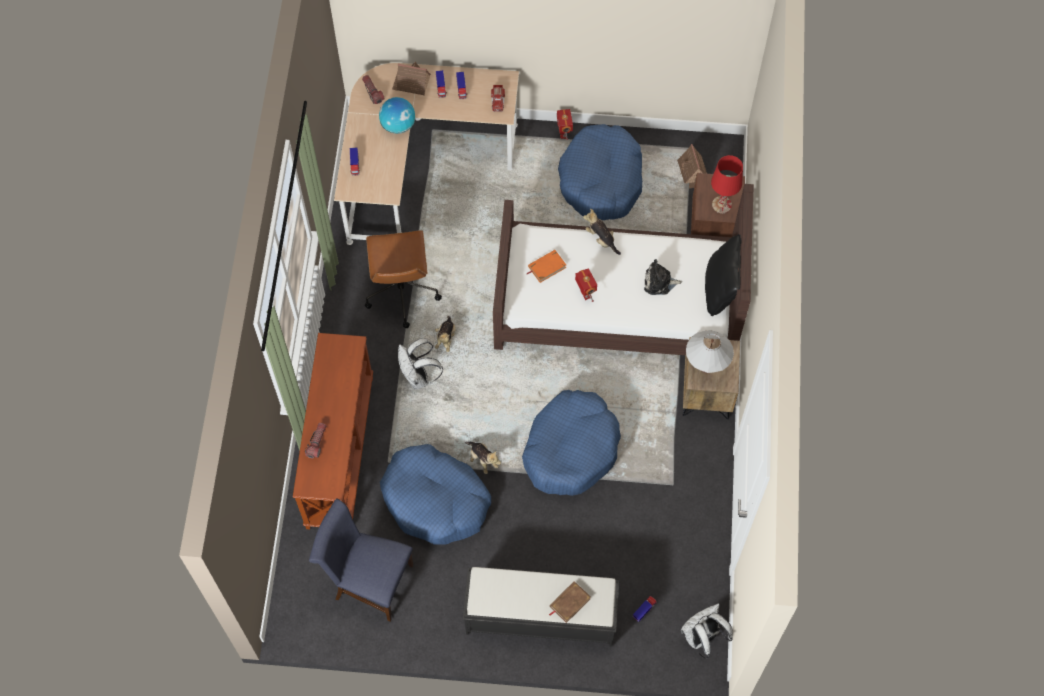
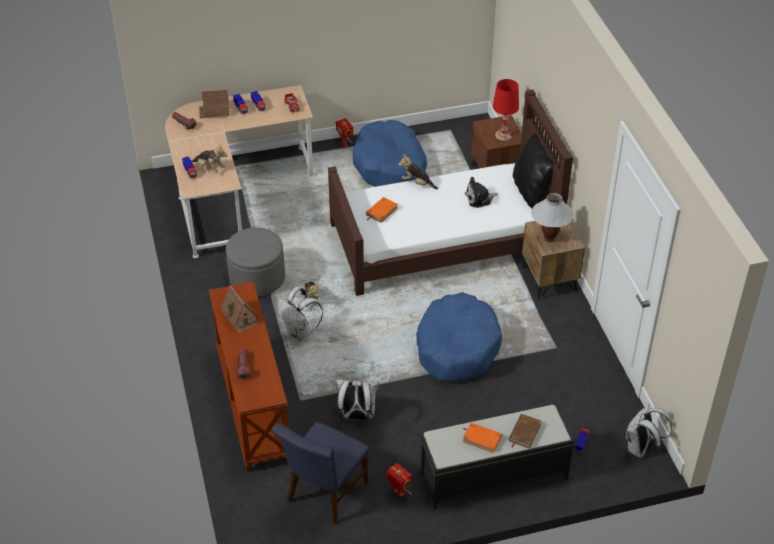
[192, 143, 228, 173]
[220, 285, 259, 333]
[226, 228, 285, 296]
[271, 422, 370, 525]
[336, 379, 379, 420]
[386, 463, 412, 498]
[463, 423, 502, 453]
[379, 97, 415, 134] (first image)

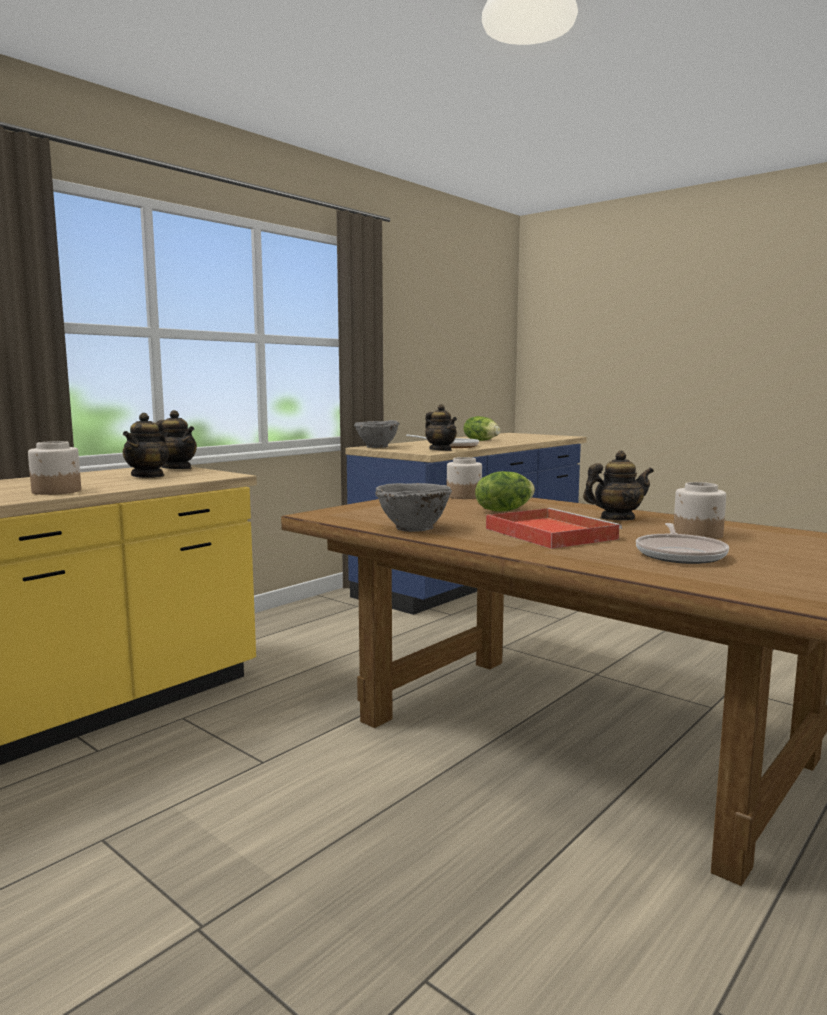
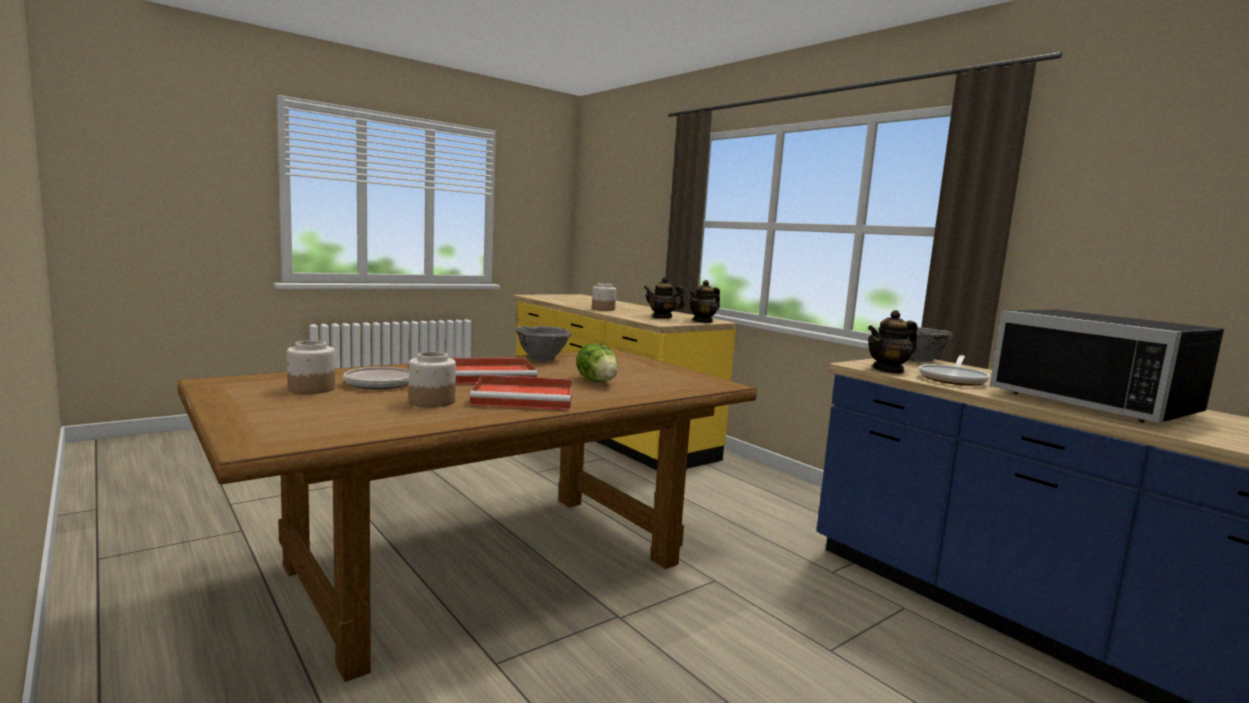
[287, 340, 335, 394]
[470, 375, 573, 410]
[990, 310, 1224, 423]

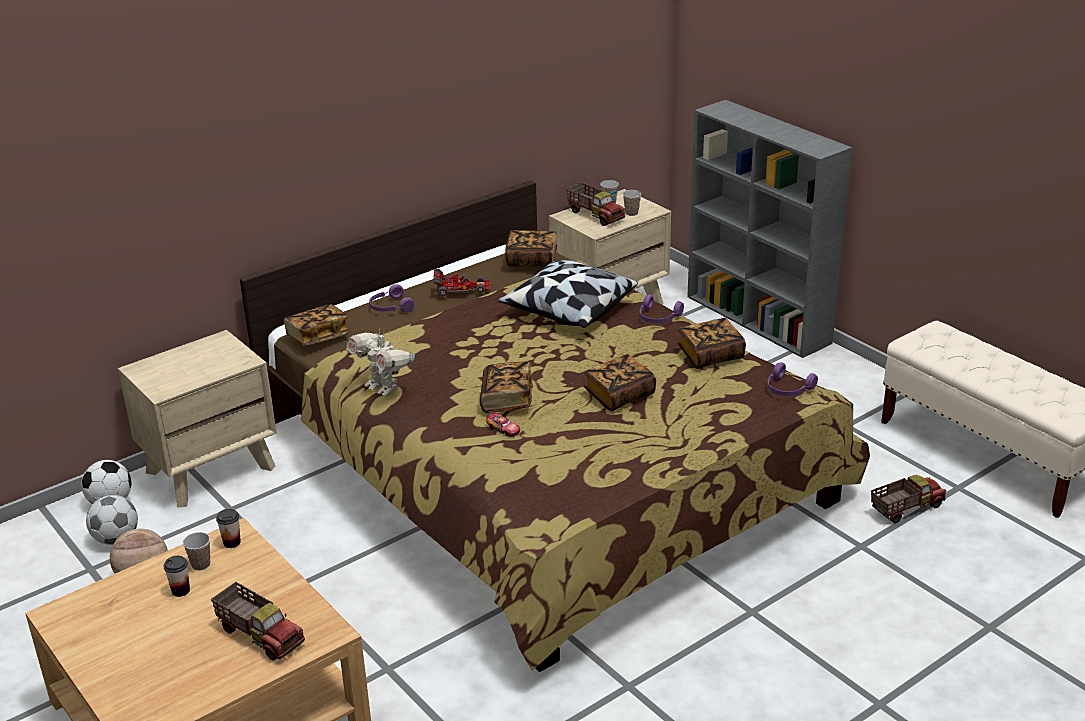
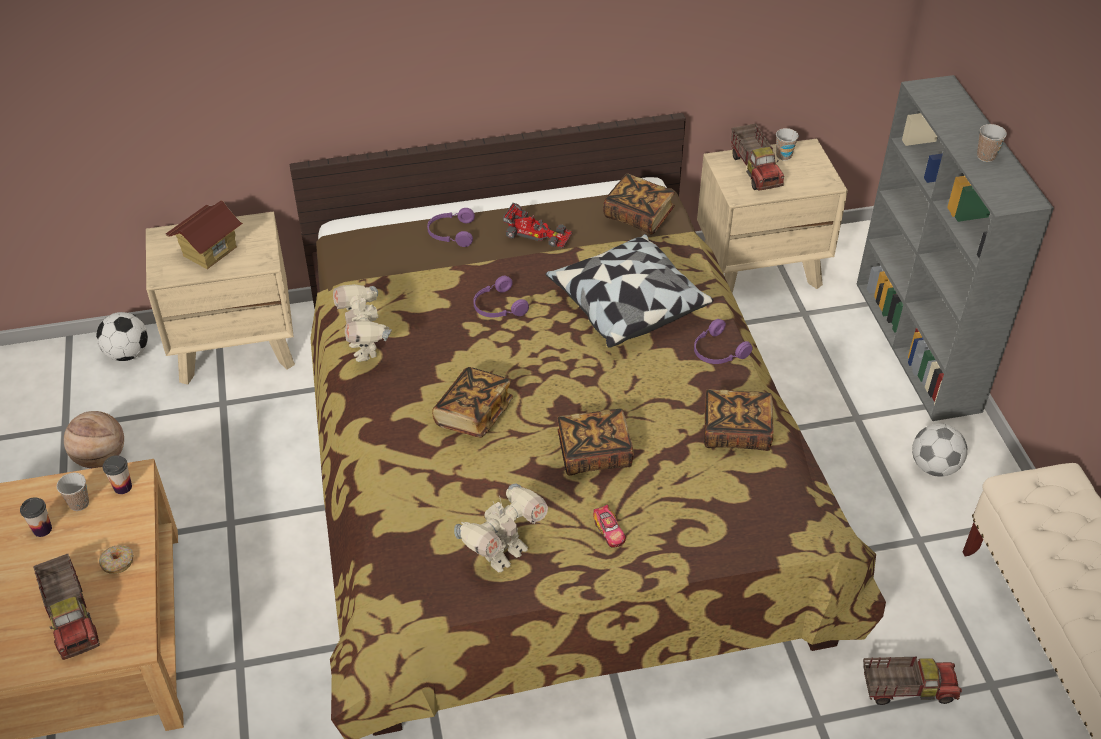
[99, 545, 134, 574]
[166, 200, 243, 269]
[454, 484, 548, 573]
[473, 276, 529, 317]
[593, 505, 626, 548]
[912, 423, 967, 477]
[977, 124, 1007, 162]
[284, 304, 349, 346] (first image)

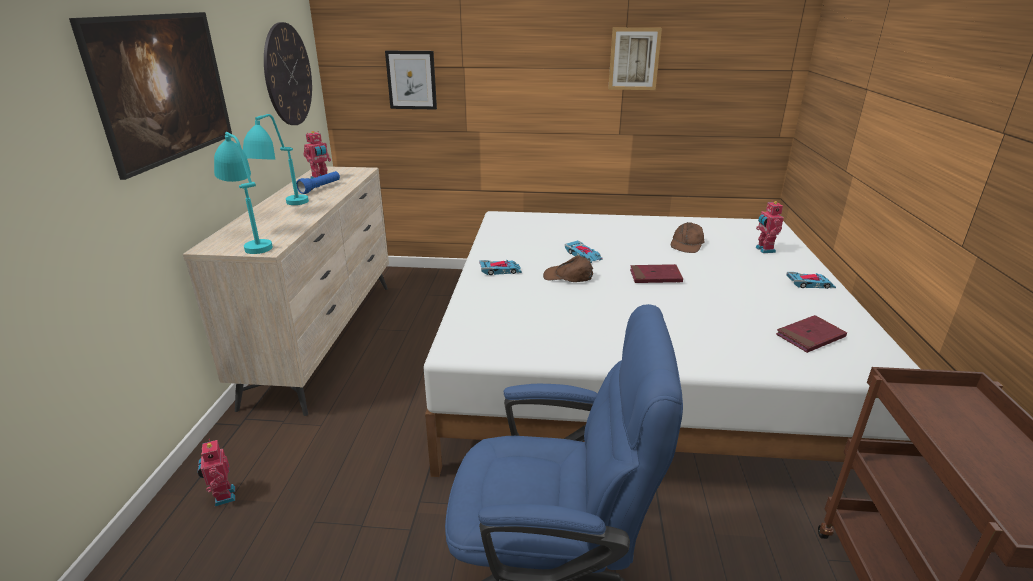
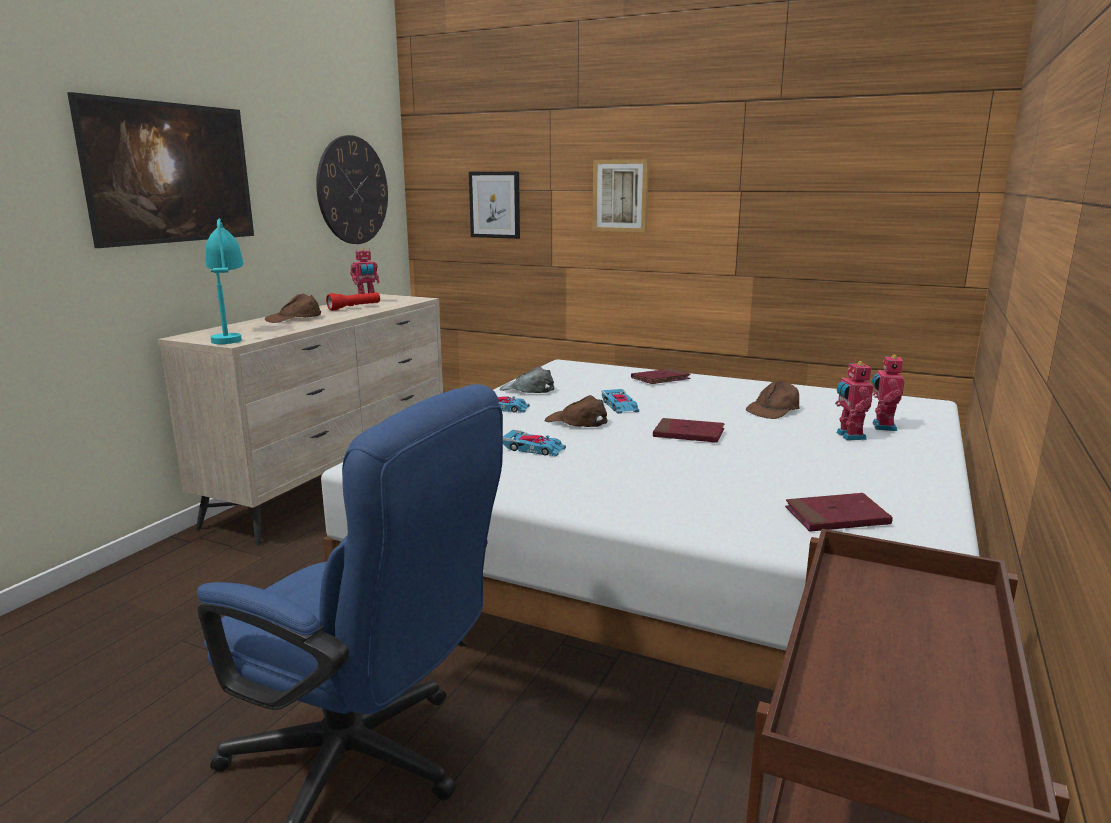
[265, 294, 321, 323]
[326, 292, 380, 311]
[499, 366, 554, 393]
[503, 430, 566, 457]
[592, 159, 649, 232]
[631, 368, 691, 384]
[835, 360, 874, 440]

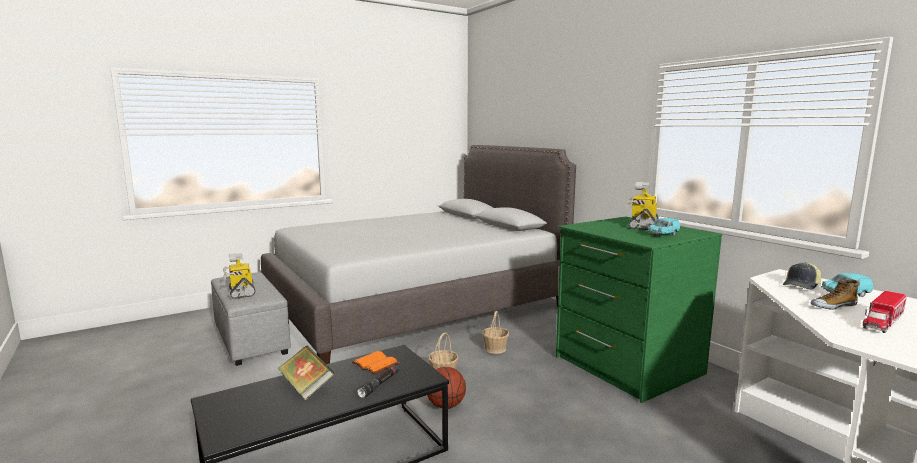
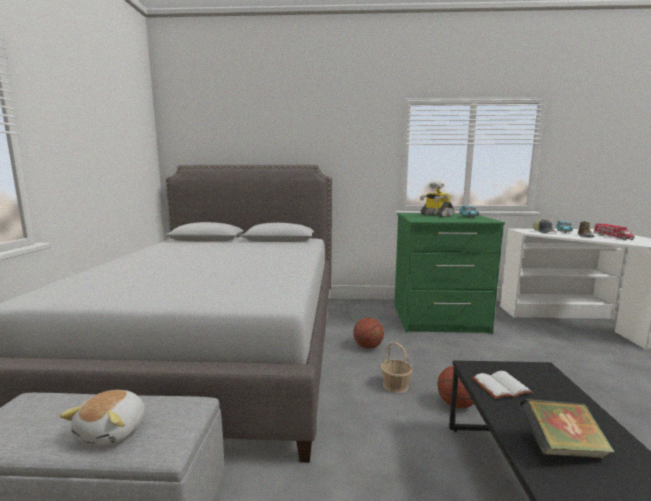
[60, 390, 145, 446]
[353, 318, 384, 349]
[472, 371, 534, 399]
[357, 365, 400, 398] (first image)

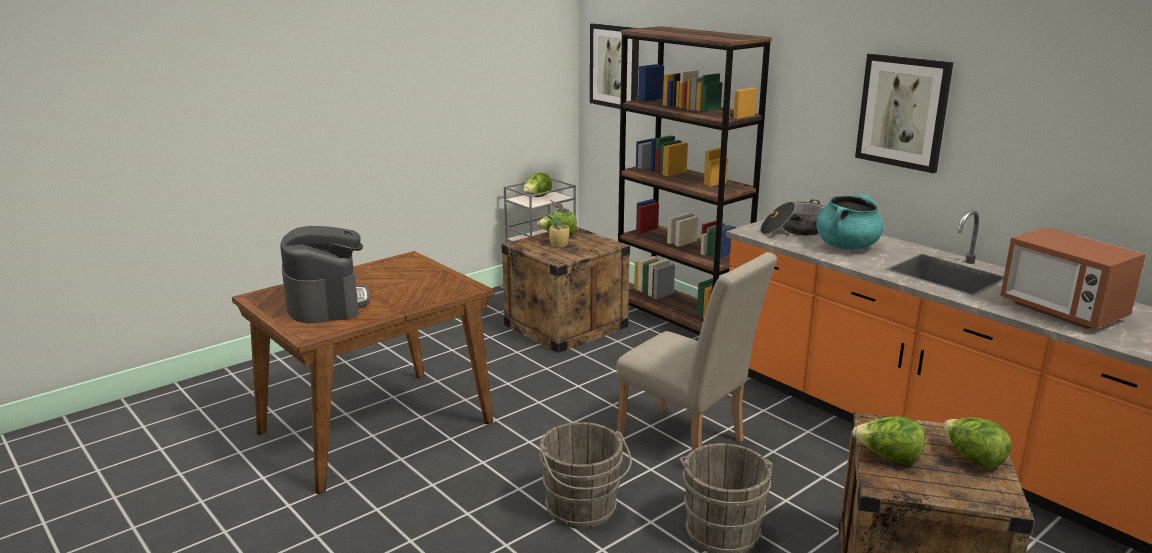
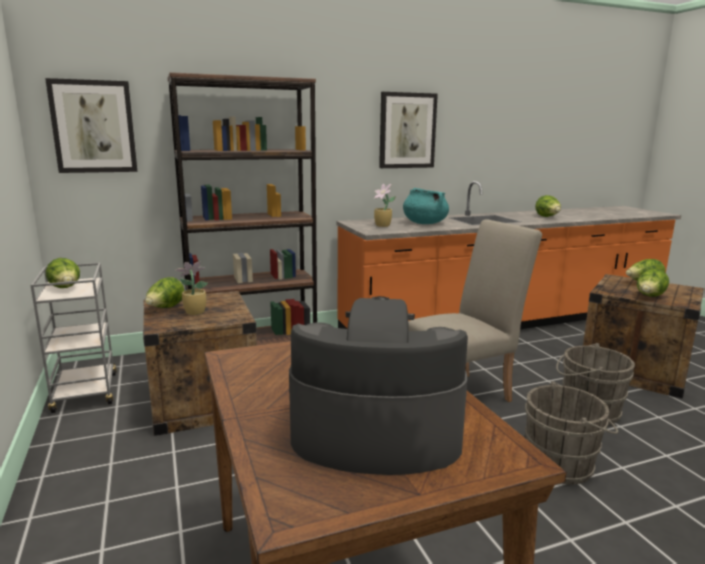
[374, 184, 396, 227]
[535, 195, 561, 217]

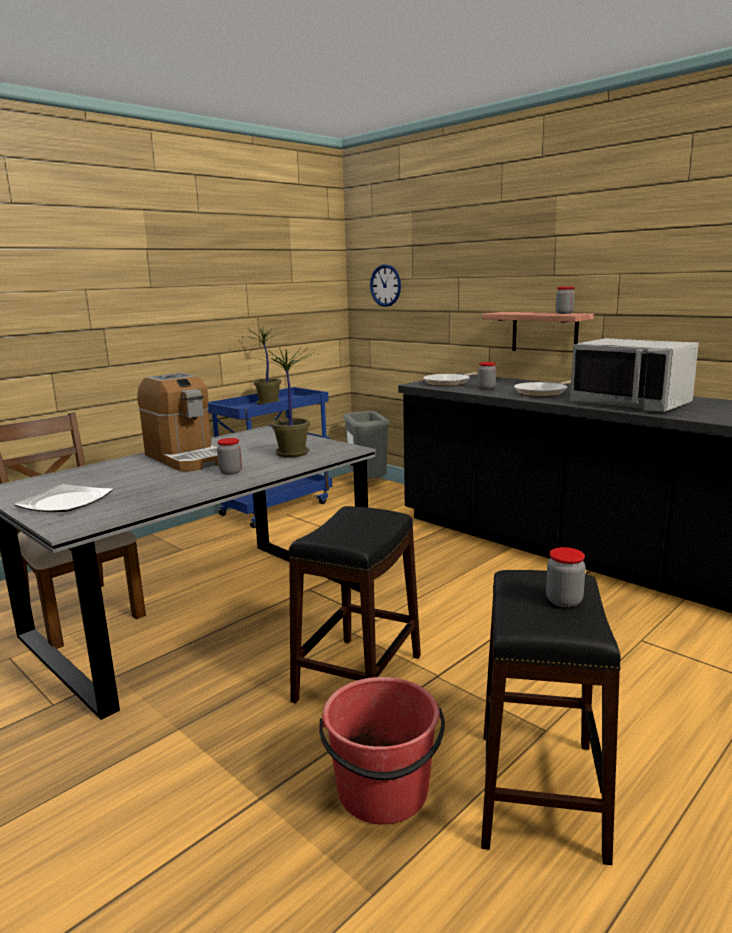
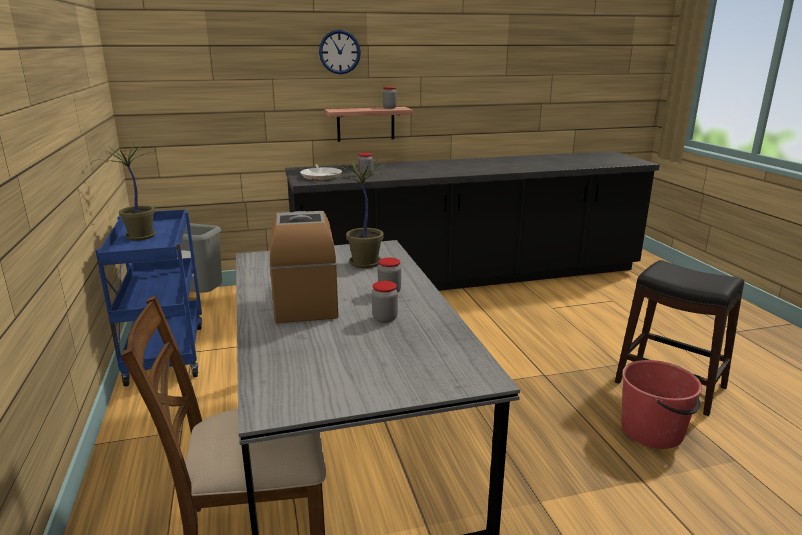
[269, 211, 338, 323]
[319, 30, 361, 74]
[372, 281, 398, 323]
[14, 484, 113, 512] (first image)
[289, 506, 421, 704] (first image)
[514, 381, 571, 396] (first image)
[570, 338, 699, 412] (first image)

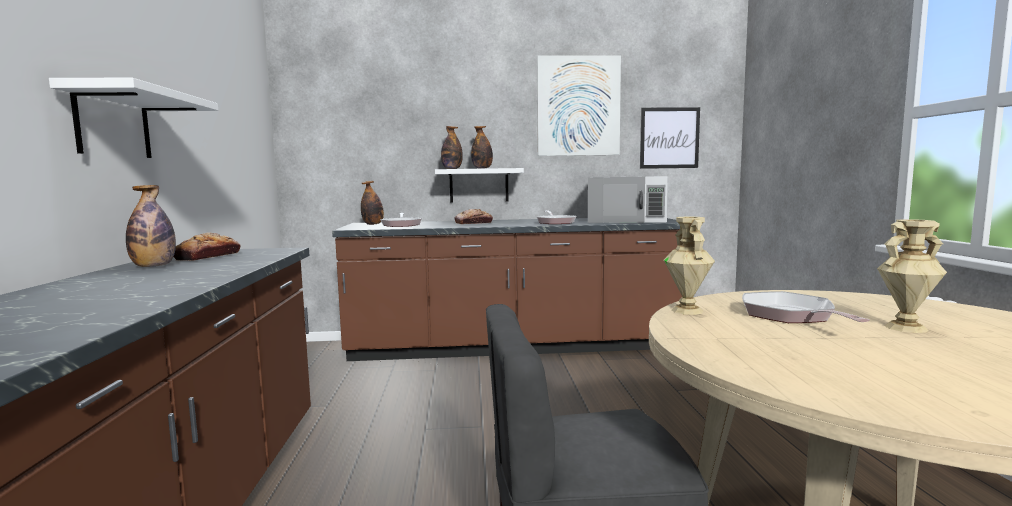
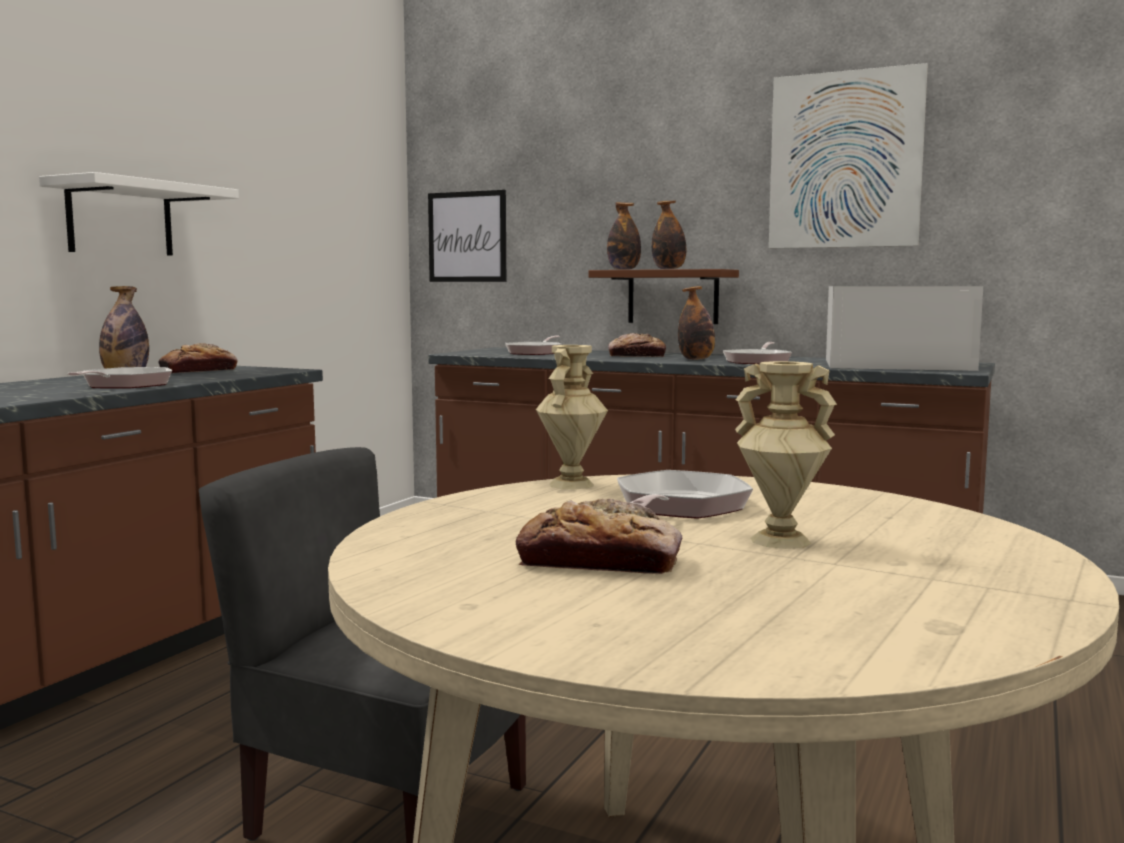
[67, 367, 172, 388]
[428, 190, 506, 282]
[516, 499, 682, 574]
[589, 269, 739, 324]
[678, 286, 715, 360]
[826, 286, 983, 371]

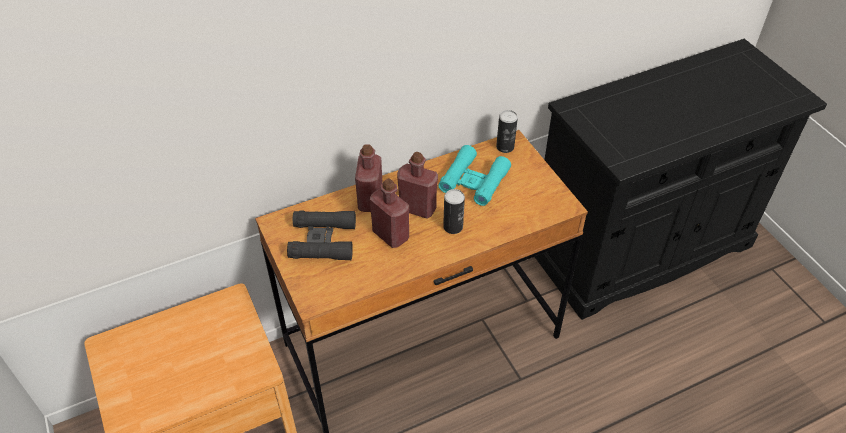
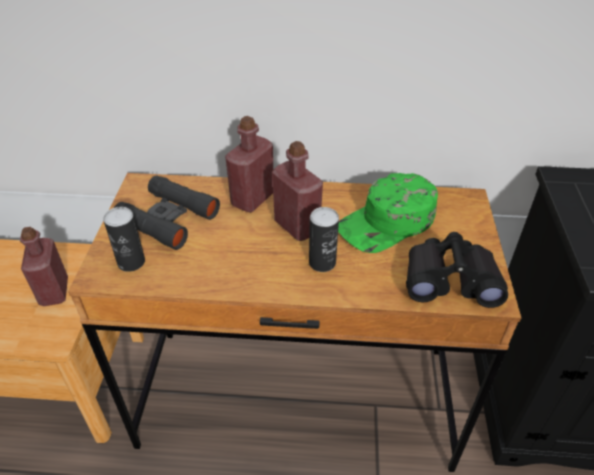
[20, 227, 68, 306]
[103, 207, 145, 272]
[338, 173, 438, 253]
[406, 232, 508, 308]

